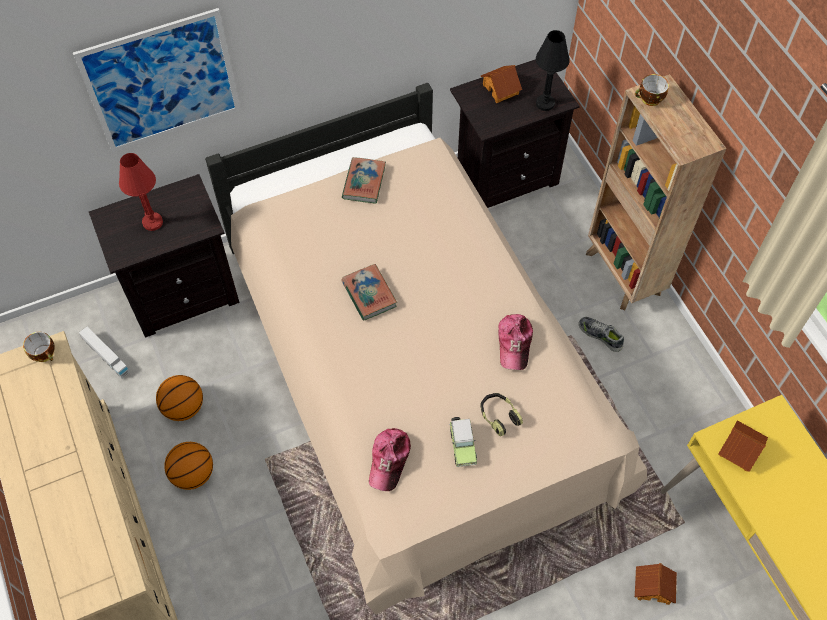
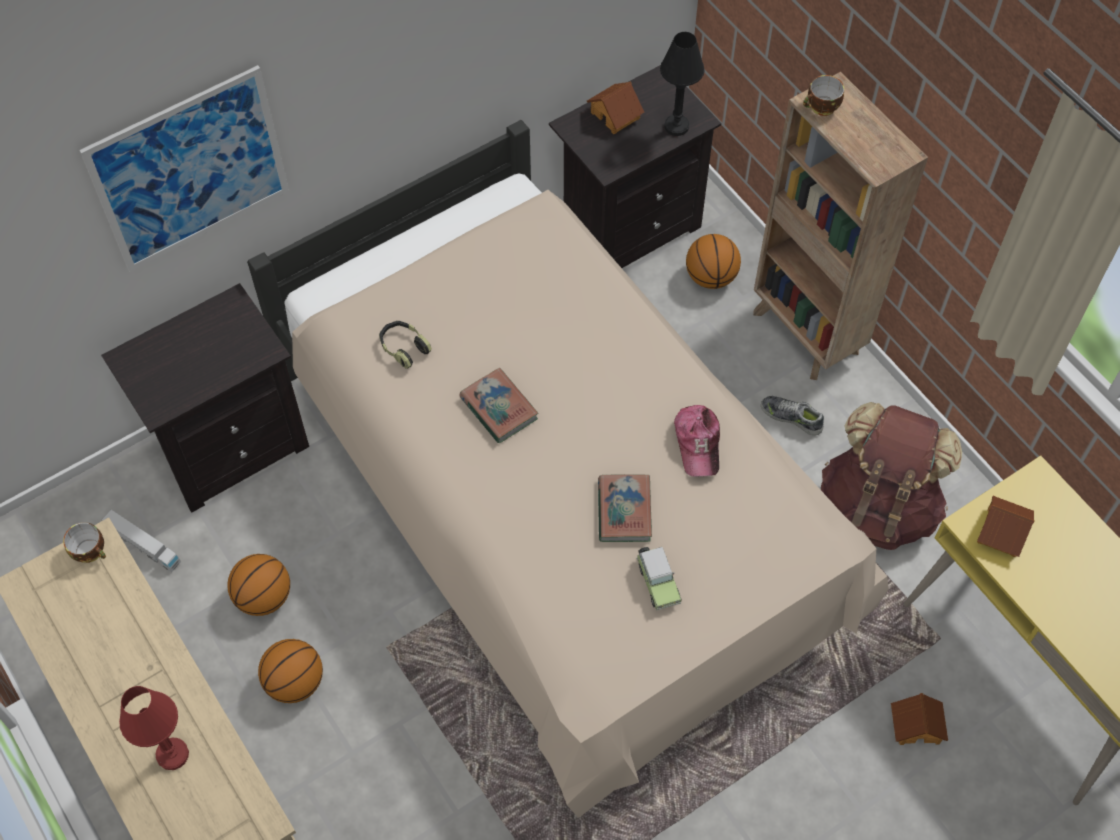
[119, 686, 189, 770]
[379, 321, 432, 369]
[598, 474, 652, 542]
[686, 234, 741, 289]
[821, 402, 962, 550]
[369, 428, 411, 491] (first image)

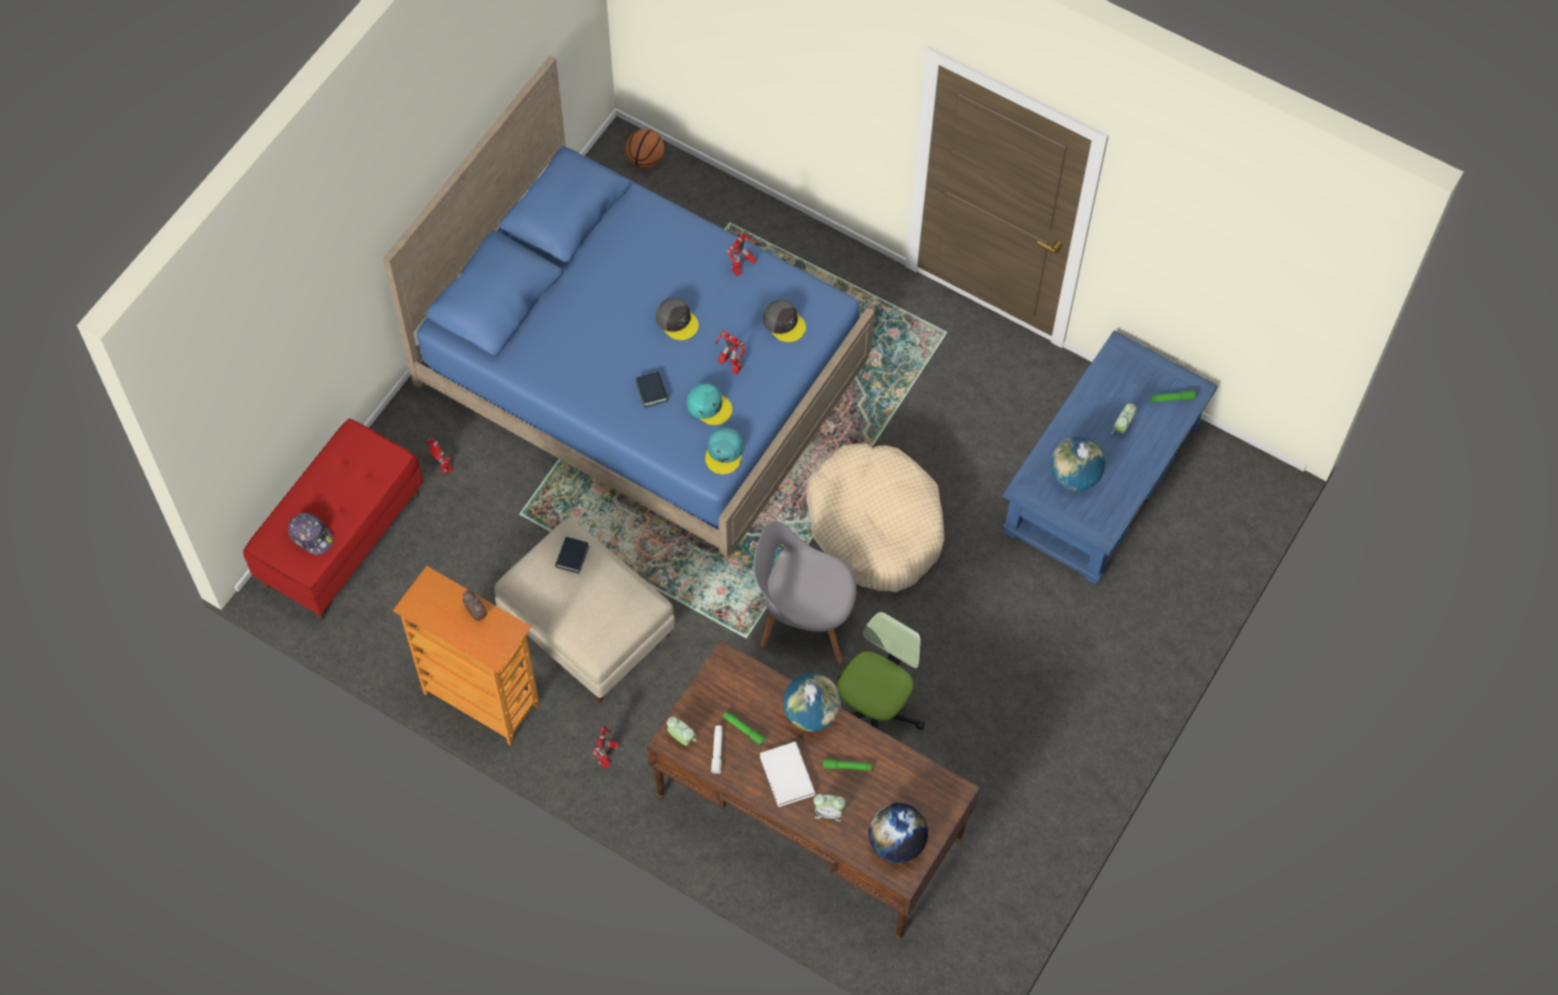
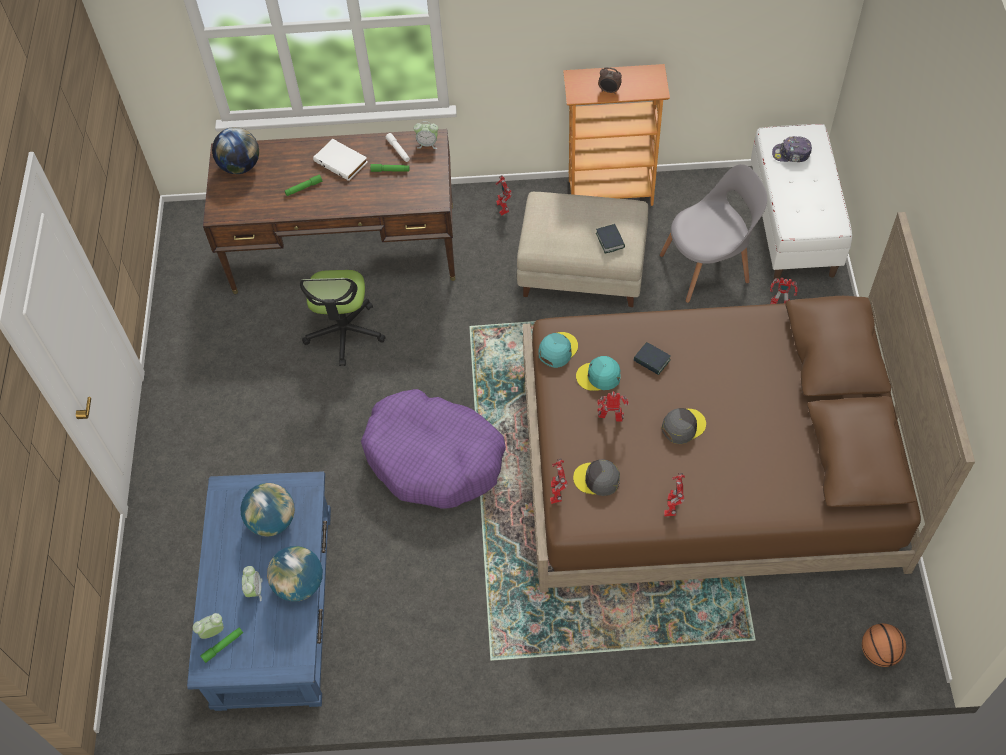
[193, 613, 224, 639]
[267, 546, 323, 602]
[361, 389, 506, 509]
[523, 212, 975, 592]
[538, 332, 578, 368]
[550, 458, 568, 504]
[659, 164, 767, 303]
[662, 408, 706, 444]
[751, 124, 852, 280]

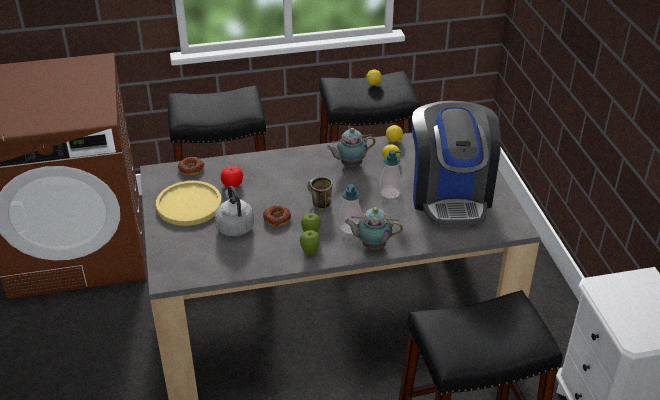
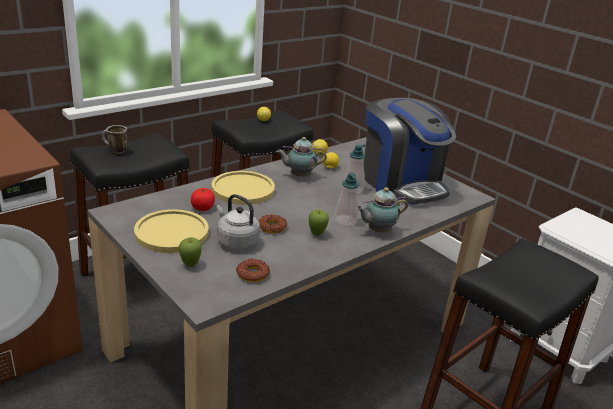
[102, 125, 127, 154]
[178, 237, 202, 267]
[211, 171, 275, 205]
[236, 259, 270, 282]
[276, 137, 327, 177]

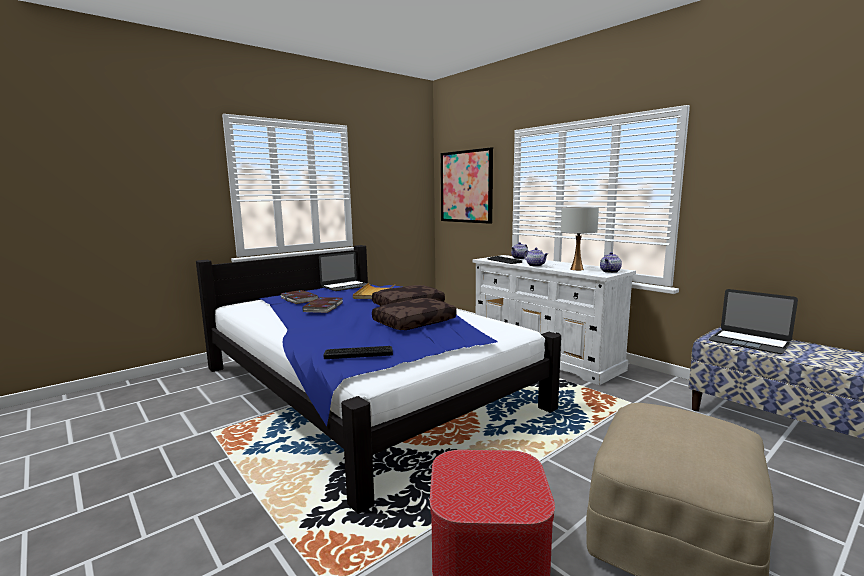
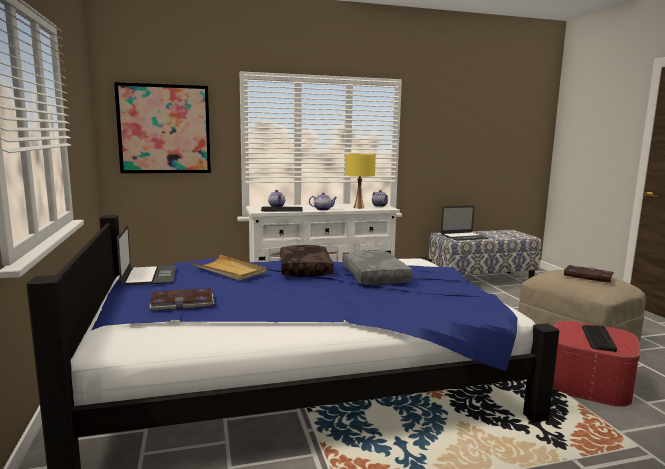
[342, 251, 413, 285]
[345, 154, 376, 209]
[563, 265, 614, 283]
[582, 325, 617, 352]

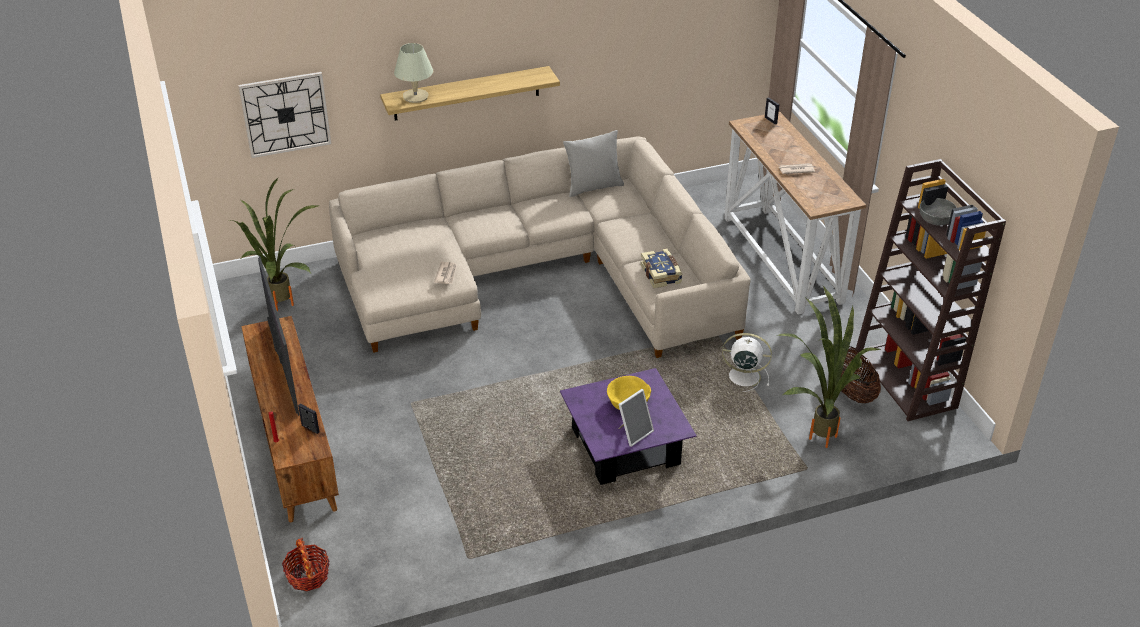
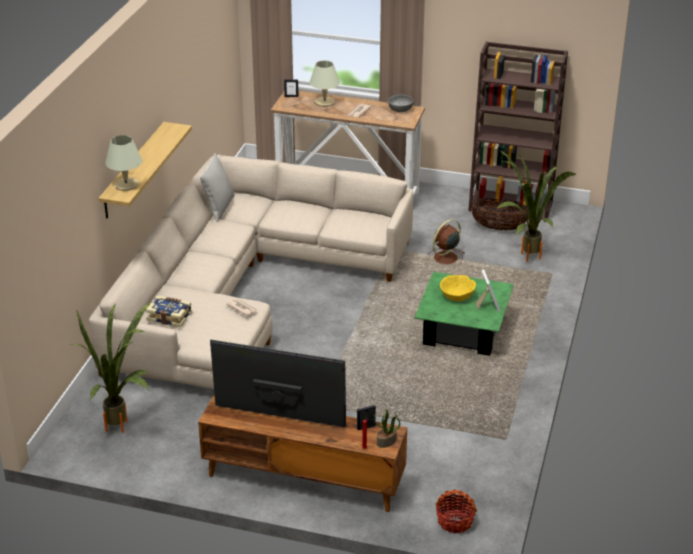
[146, 296, 192, 327]
[310, 60, 340, 107]
[373, 410, 400, 448]
[388, 95, 414, 112]
[414, 272, 514, 356]
[428, 219, 465, 264]
[238, 72, 332, 158] (first image)

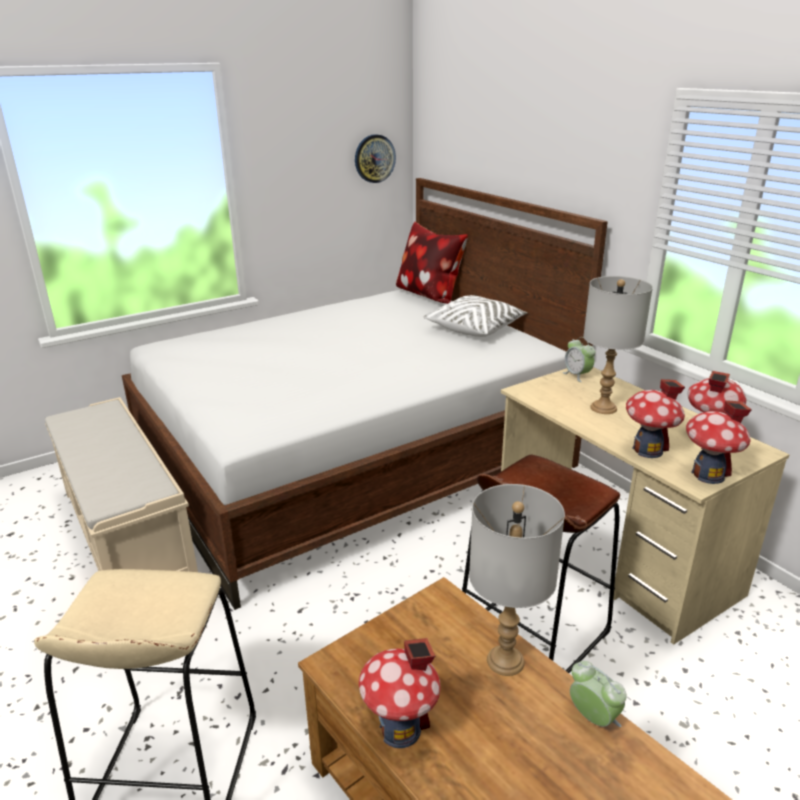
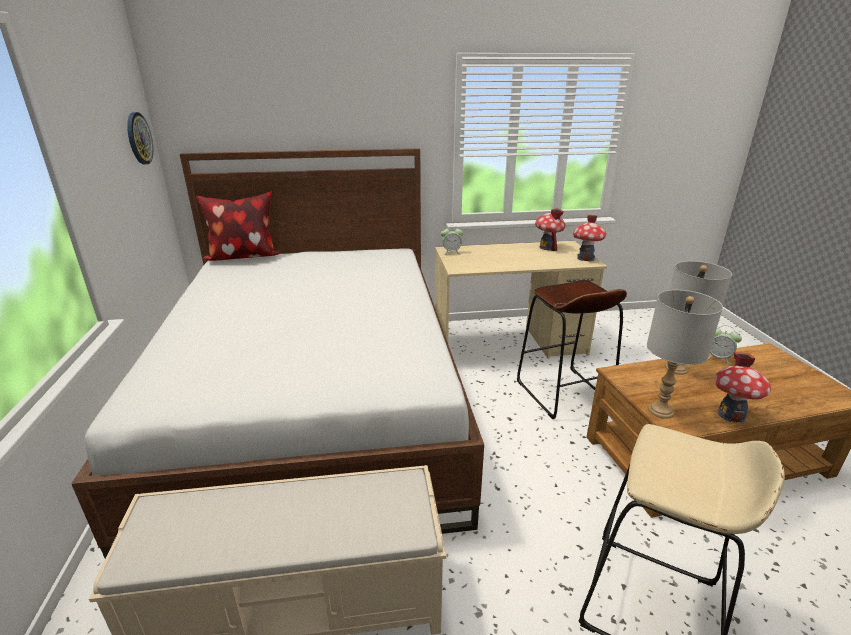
[647, 290, 723, 419]
[708, 325, 742, 364]
[424, 295, 528, 337] (first image)
[626, 379, 685, 458] (first image)

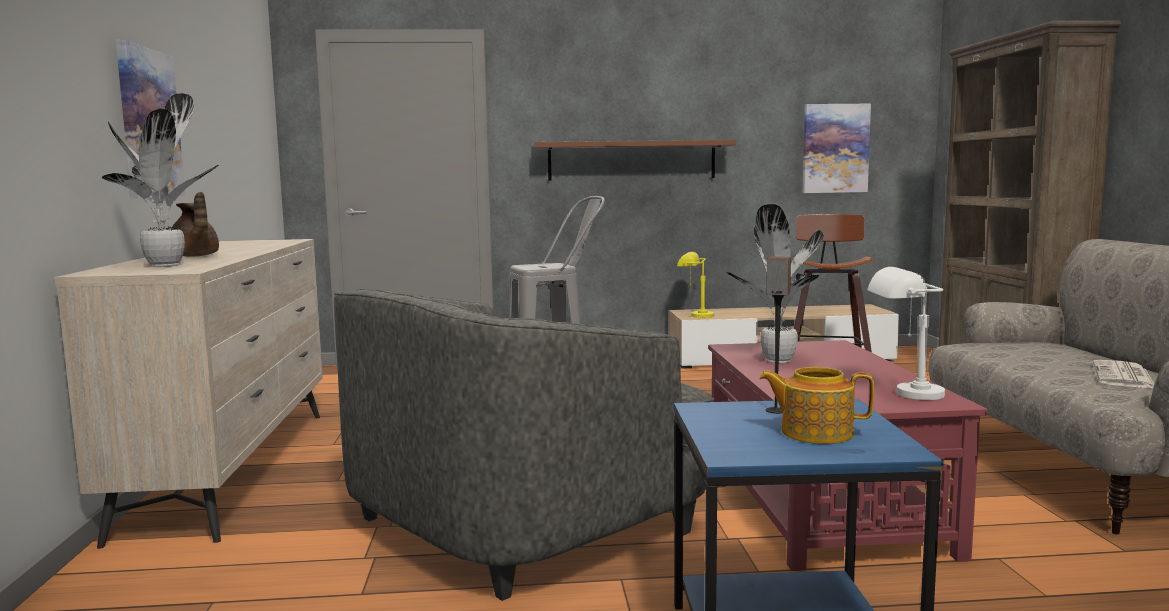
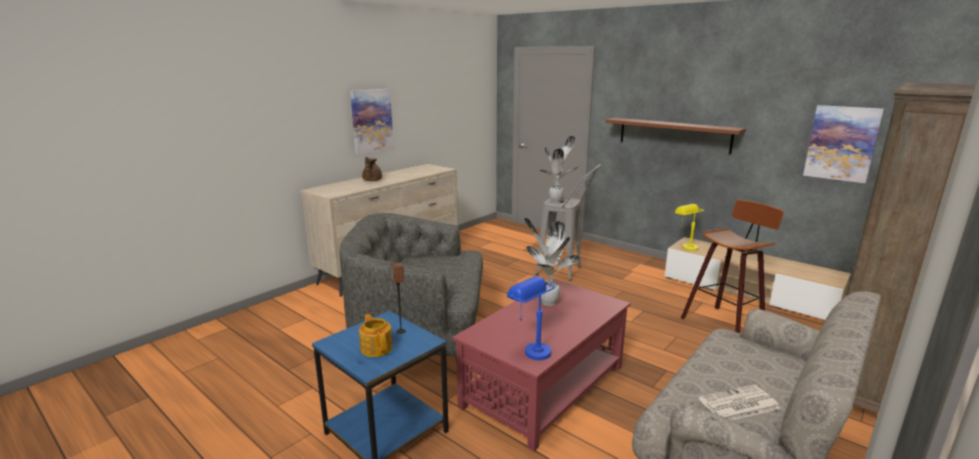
[507, 276, 555, 360]
[539, 136, 578, 202]

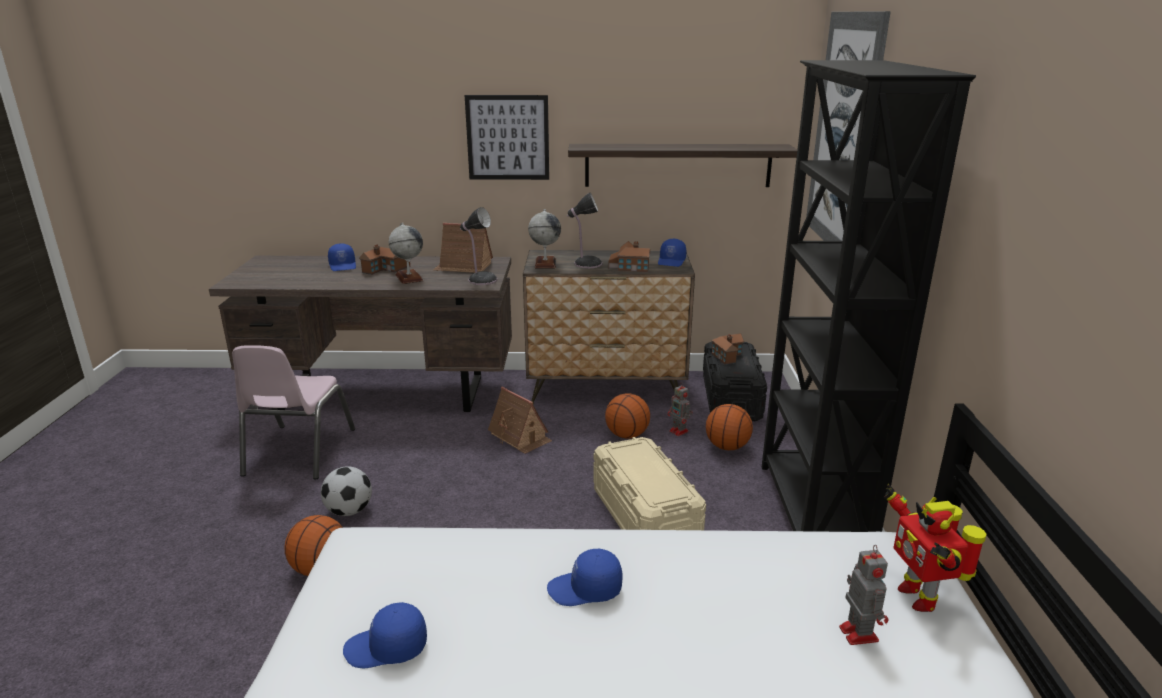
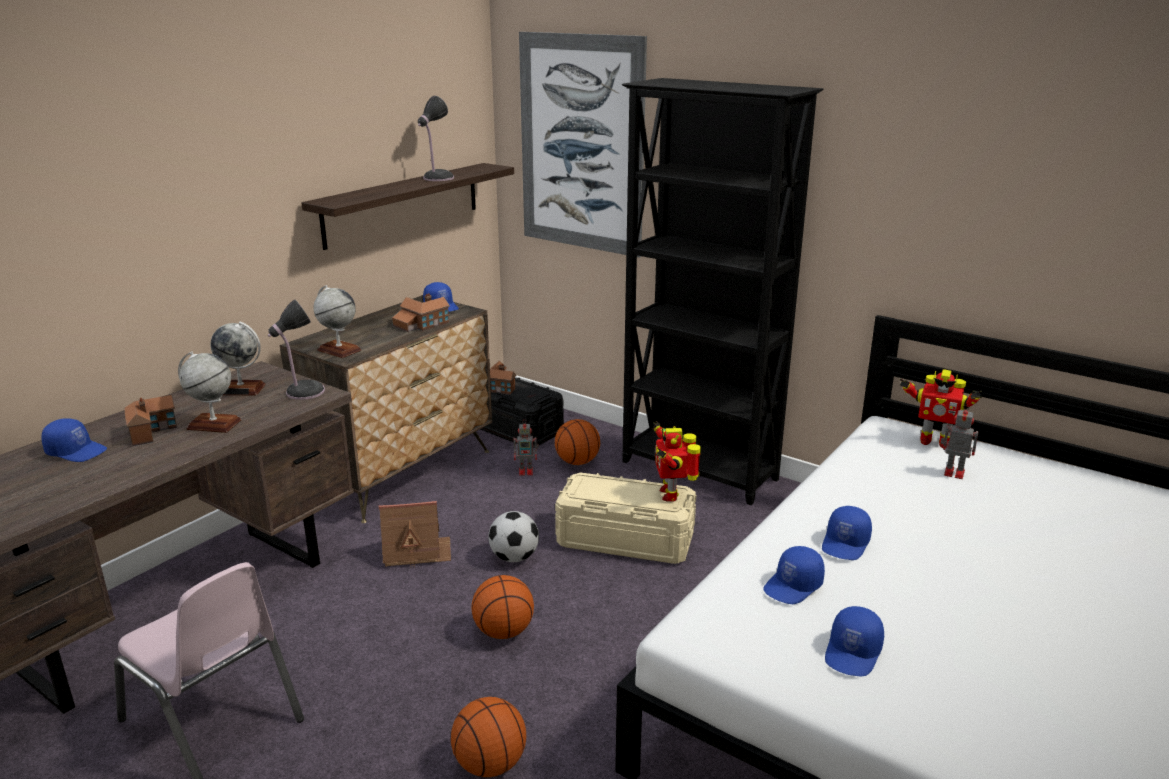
[210, 322, 266, 395]
[418, 96, 454, 181]
[471, 575, 534, 639]
[488, 511, 539, 562]
[652, 421, 701, 502]
[763, 546, 825, 604]
[465, 95, 549, 180] (first image)

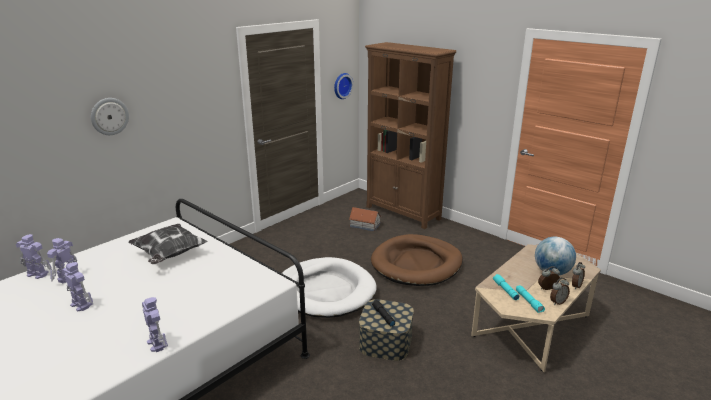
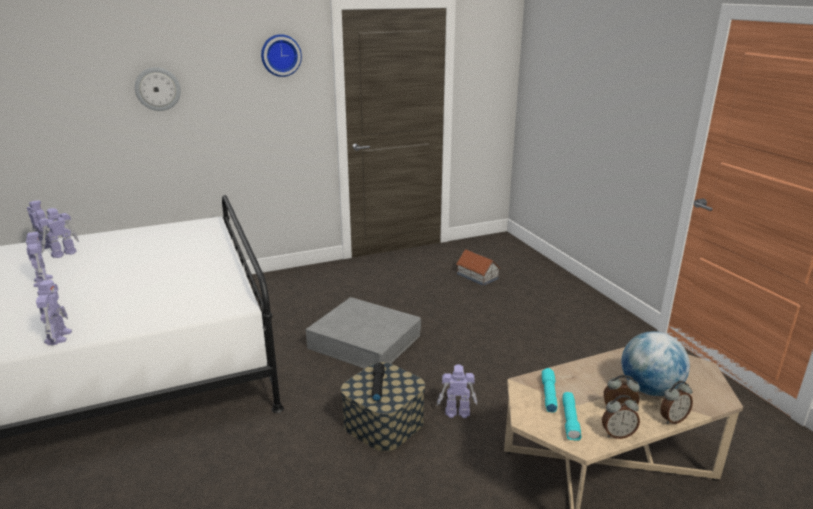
[261, 34, 302, 77]
[306, 297, 421, 369]
[437, 365, 477, 418]
[128, 224, 208, 264] (first image)
[365, 42, 456, 229] (first image)
[371, 234, 463, 286] (first image)

